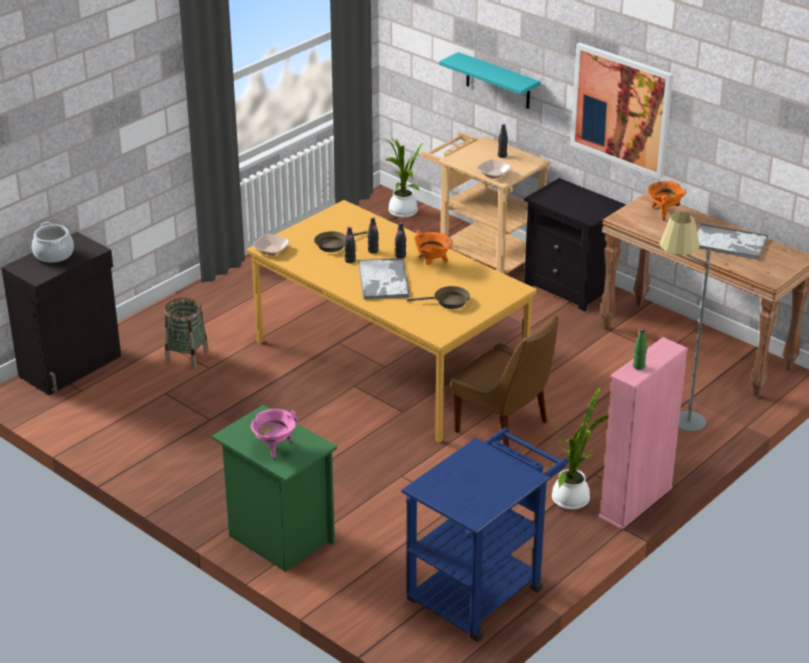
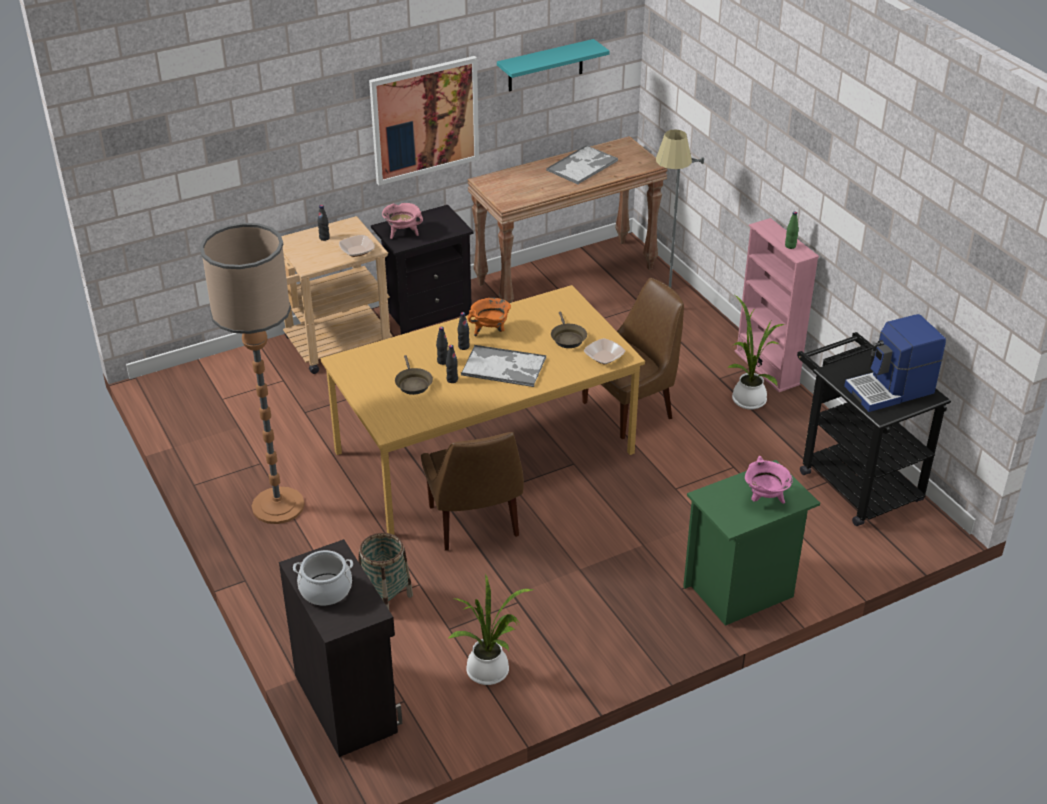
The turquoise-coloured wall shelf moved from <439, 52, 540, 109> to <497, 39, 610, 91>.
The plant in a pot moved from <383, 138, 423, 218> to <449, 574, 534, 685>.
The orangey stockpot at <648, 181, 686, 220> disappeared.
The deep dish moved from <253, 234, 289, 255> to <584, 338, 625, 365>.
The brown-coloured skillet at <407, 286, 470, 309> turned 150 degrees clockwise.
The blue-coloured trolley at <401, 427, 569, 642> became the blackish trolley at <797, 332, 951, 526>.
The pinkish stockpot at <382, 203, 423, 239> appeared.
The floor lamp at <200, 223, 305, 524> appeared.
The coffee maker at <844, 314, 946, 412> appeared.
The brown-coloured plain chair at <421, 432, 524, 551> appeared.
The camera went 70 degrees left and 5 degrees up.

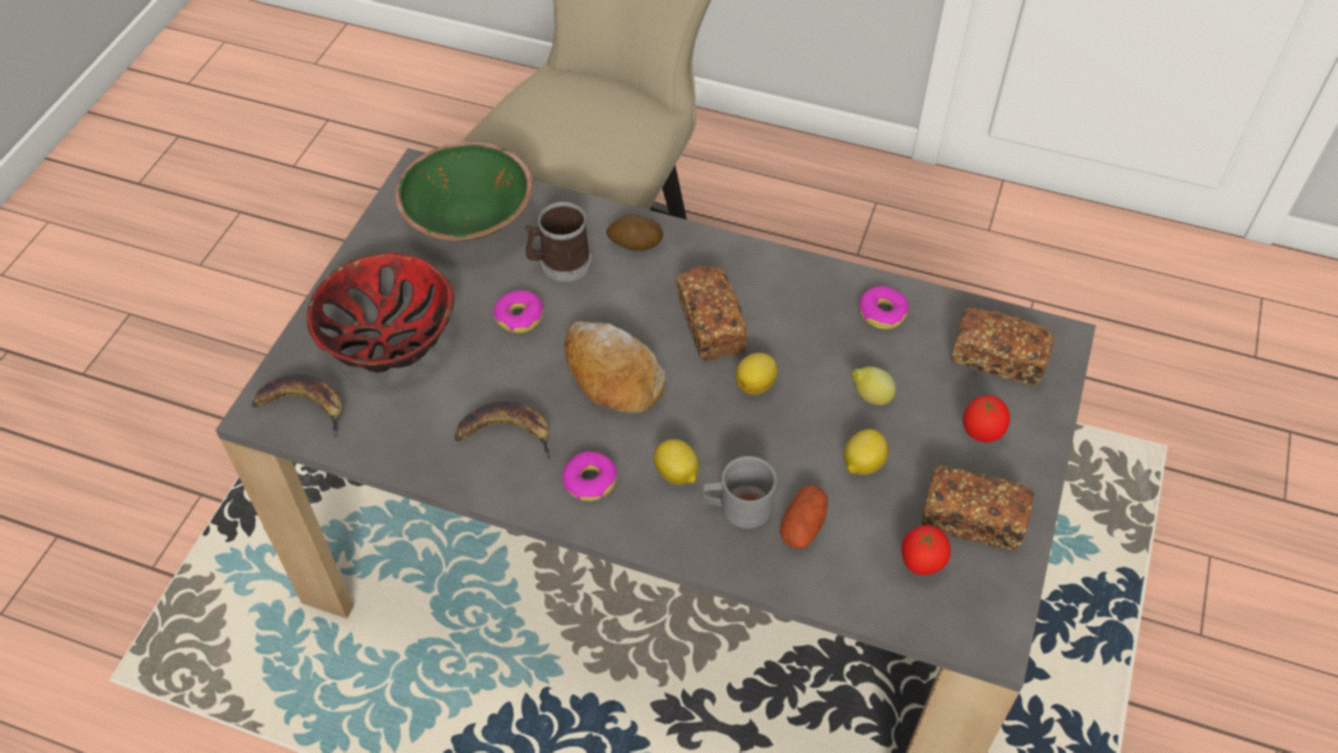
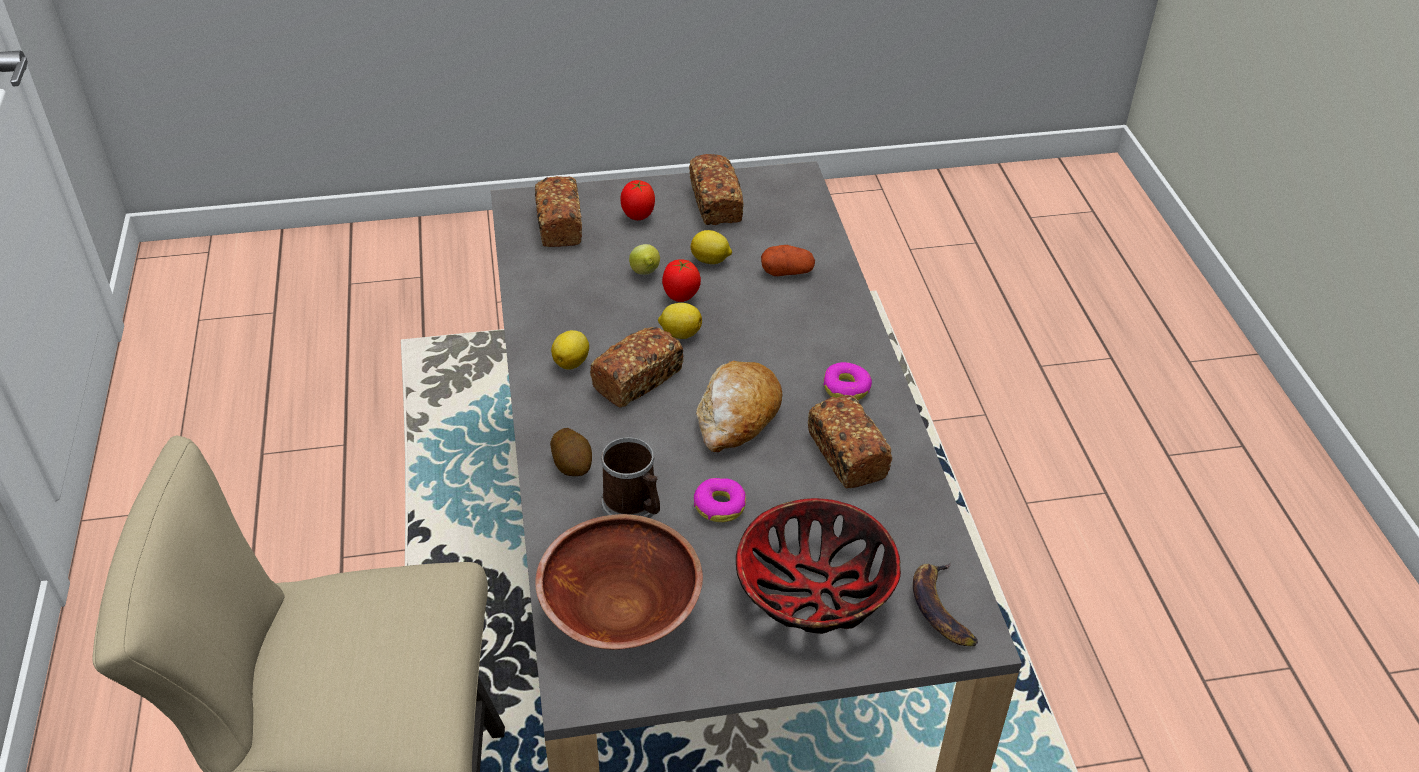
The greenish deep dish at <395, 142, 533, 241> became the brown-coloured deep dish at <535, 514, 703, 650>.
The doughnut at <858, 286, 909, 329> disappeared.
The banana at <454, 401, 550, 459> was replaced by the bread at <808, 395, 892, 489>.
The whole lemon moved from <654, 439, 699, 485> to <551, 330, 589, 370>.
The gray tea mug at <702, 456, 777, 529> disappeared.
The fresh tomato moved from <902, 525, 951, 575> to <662, 259, 701, 302>.
The camera went 120 degrees left and 10 degrees down.

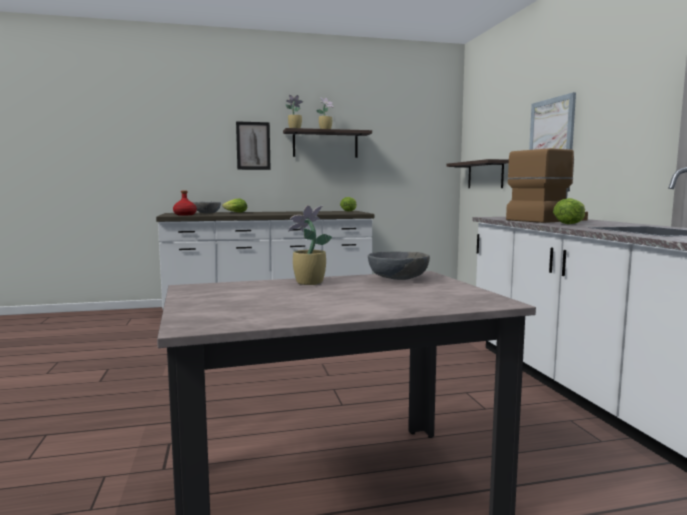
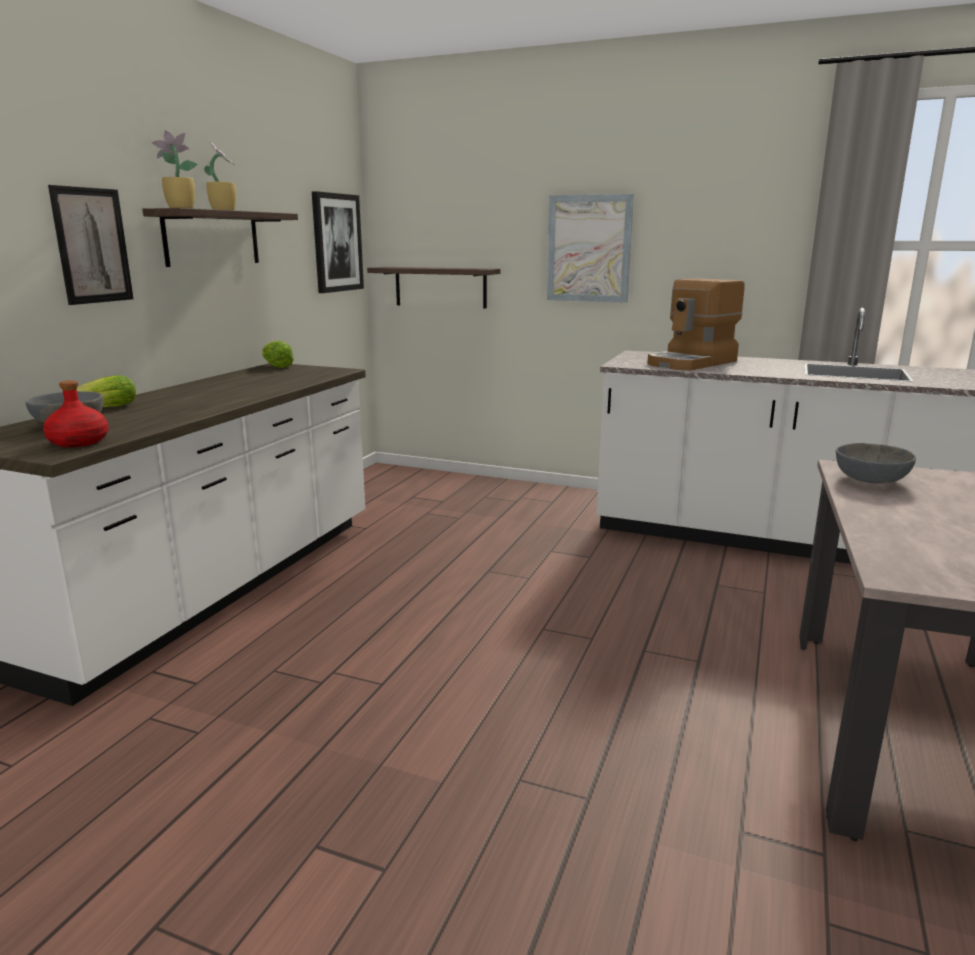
The coffee maker at <506, 148, 588, 223> turned 135 degrees counterclockwise.
The lettuce head at <553, 198, 585, 224> disappeared.
The plant in a pot at <288, 205, 332, 285> disappeared.
The wall art at <312, 191, 364, 293> appeared.
The camera went 55 degrees left and 10 degrees up.

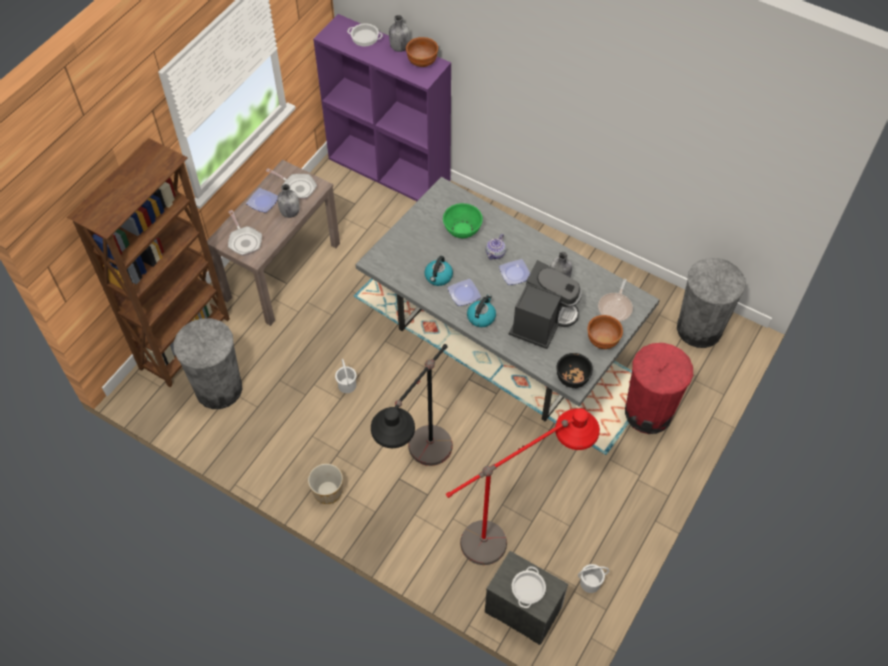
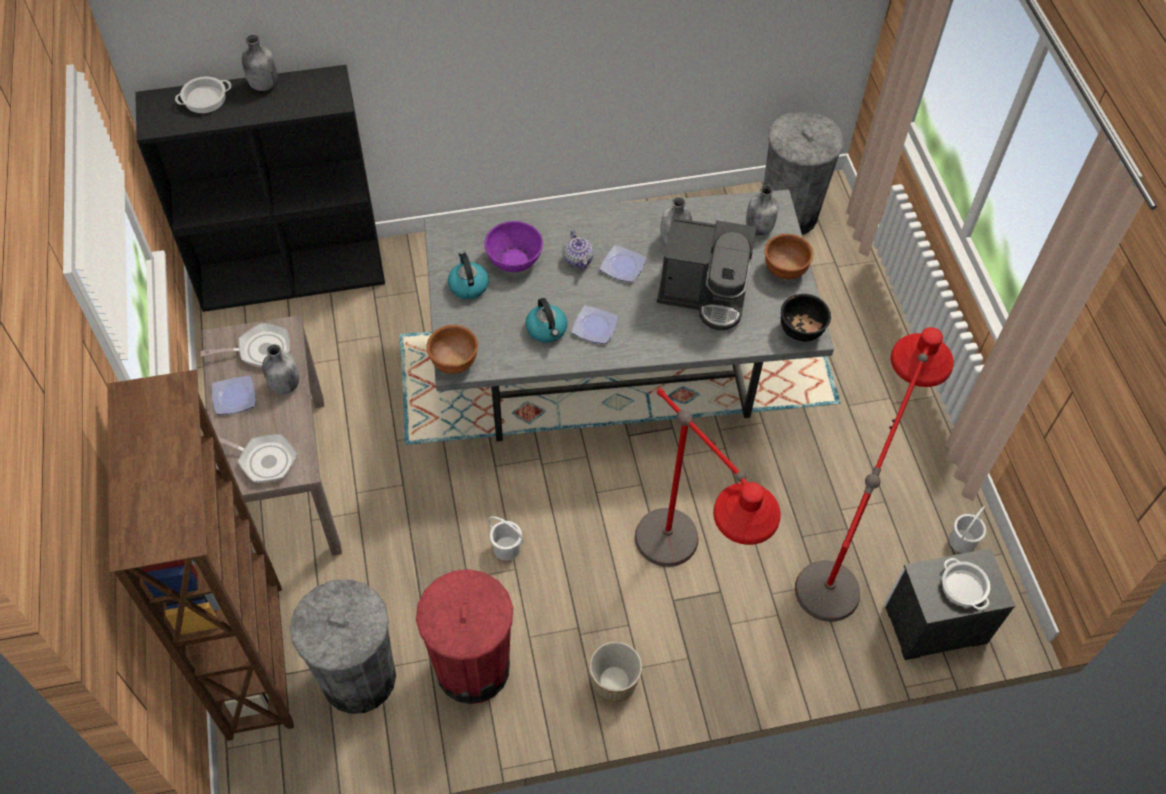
The purple-coloured bookshelf at <313, 14, 451, 201> became the blackish bookshelf at <135, 65, 385, 312>.
The brown-coloured deep dish moved from <406, 37, 438, 67> to <427, 325, 478, 374>.
The greenish deep dish at <443, 203, 483, 238> became the purple-coloured deep dish at <484, 221, 543, 272>.
The coffee maker at <509, 260, 582, 349> turned 120 degrees clockwise.
The skillet at <598, 279, 633, 322> was replaced by the gray drink bottle at <746, 185, 778, 235>.
The tea kettle moved from <467, 294, 496, 327> to <448, 252, 489, 299>.
The red rubbish bin moved from <625, 343, 693, 434> to <416, 569, 513, 704>.
The blackish floor lamp at <371, 344, 453, 466> became the red floor lamp at <635, 388, 781, 567>.
The camera went 45 degrees left and 0 degrees up.

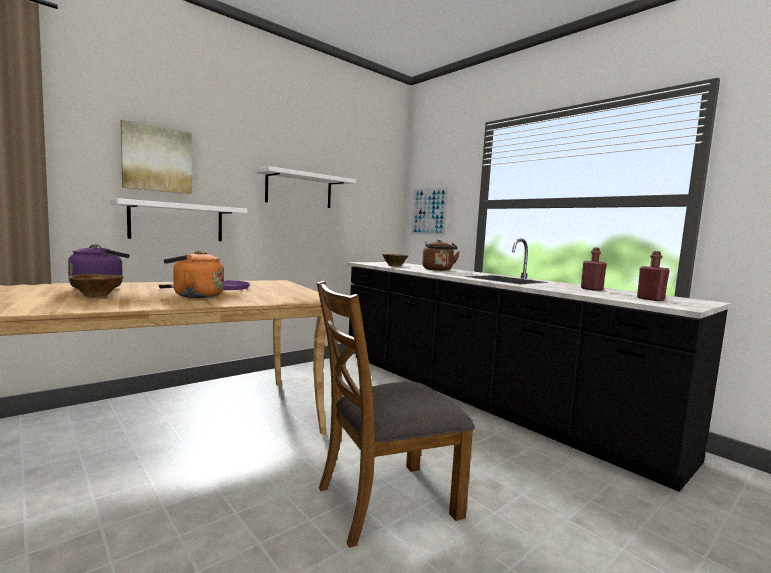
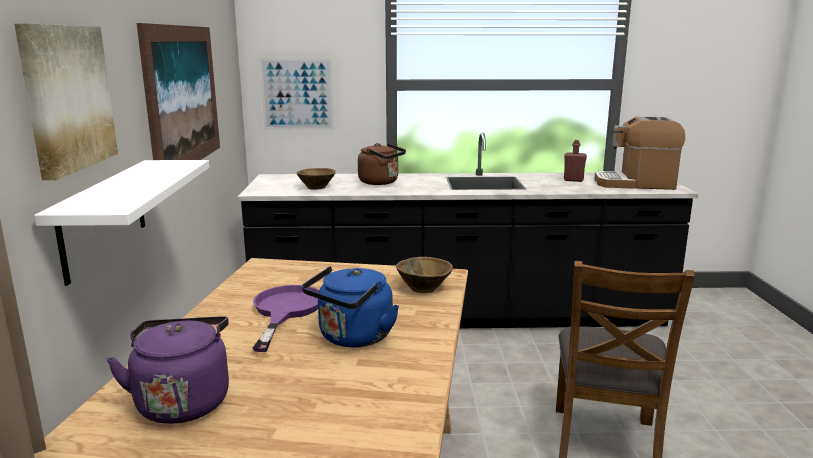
The white wall shelf at <254, 166, 356, 208> was replaced by the wall art at <137, 23, 220, 160>.
The orangey tea kettle at <164, 251, 224, 298> became the blue-coloured tea kettle at <302, 266, 399, 347>.
The red drink bottle at <637, 251, 670, 301> was replaced by the coffee maker at <594, 117, 685, 190>.
The brown-coloured deep dish moved from <69, 274, 124, 297> to <396, 257, 453, 293>.
The camera went 50 degrees left and 10 degrees up.

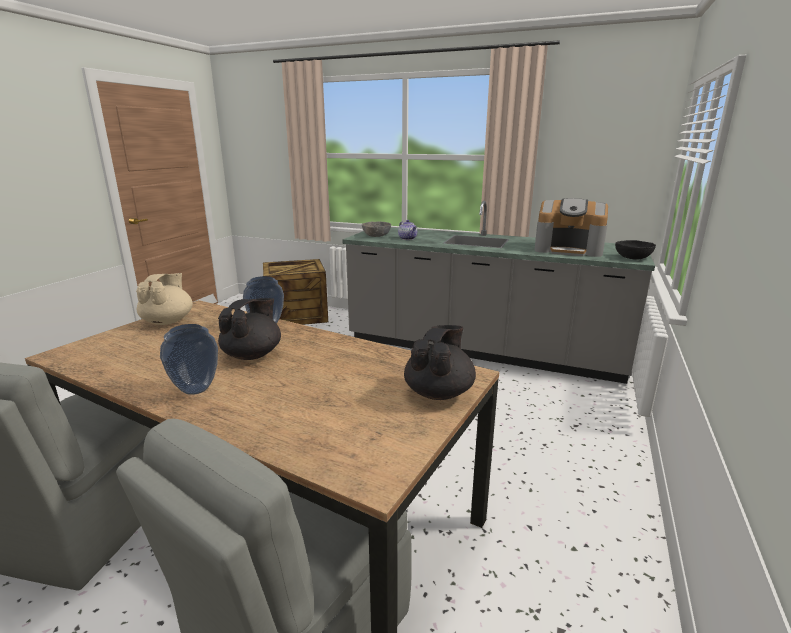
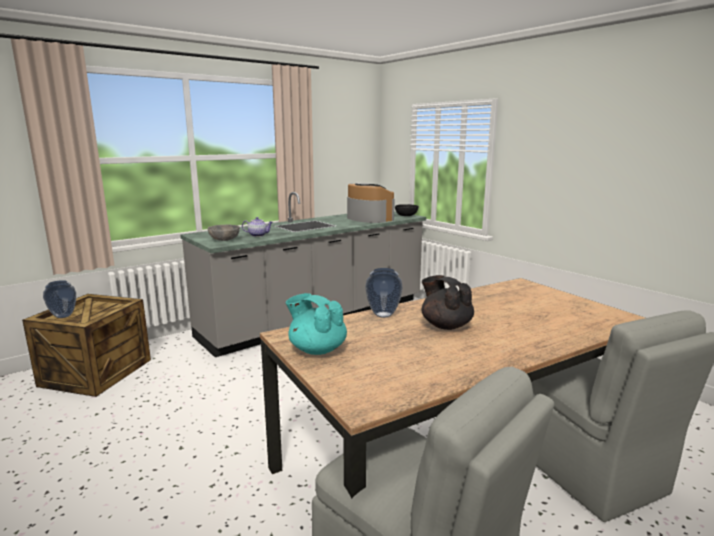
The coffee maker at <534, 198, 608, 257> turned 90 degrees counterclockwise.
The sand-coloured tea pot at <136, 273, 193, 325> became the turquoise-coloured tea pot at <286, 293, 347, 355>.
The vase moved from <160, 324, 218, 395> to <43, 280, 76, 318>.
The blackish tea pot at <404, 325, 476, 400> disappeared.
The camera went 60 degrees left and 5 degrees down.

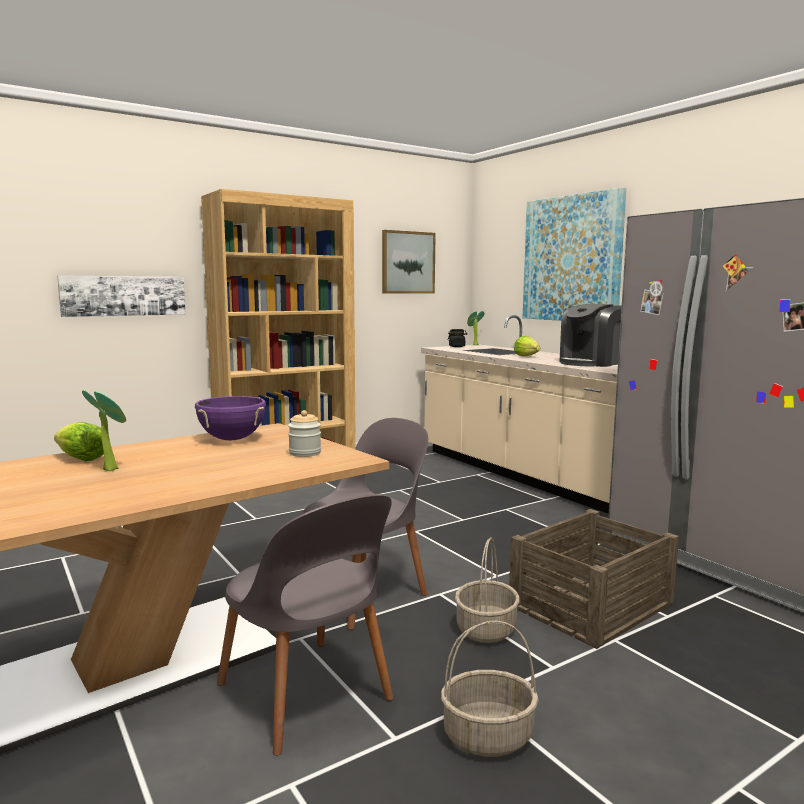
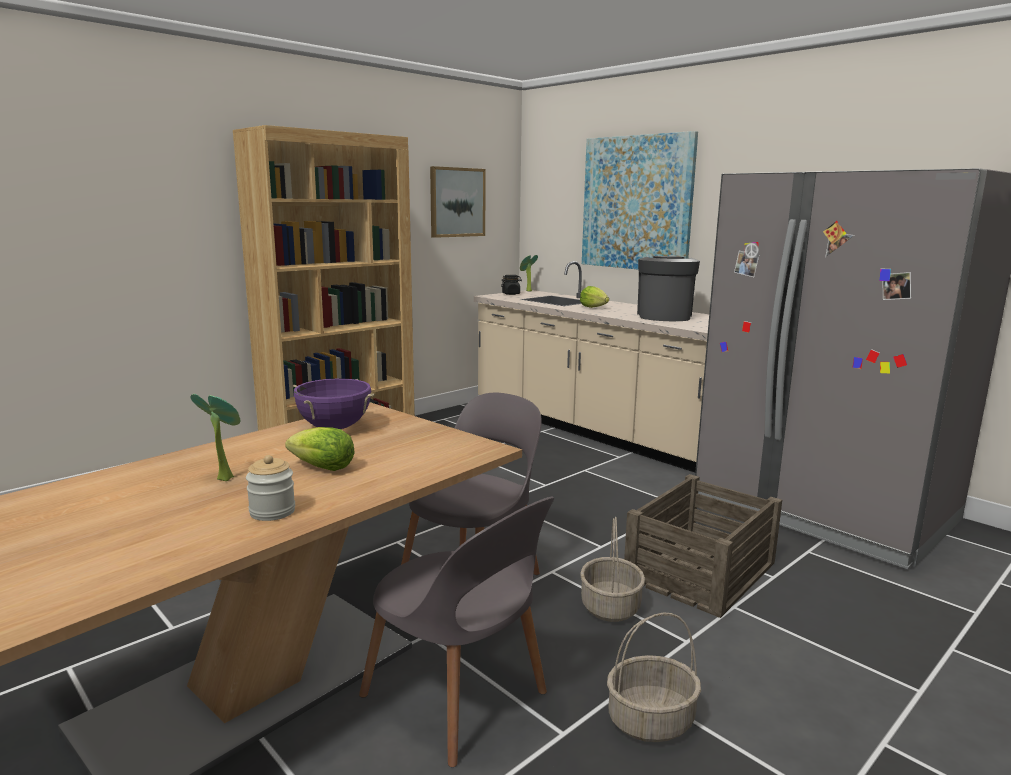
The wall art at <57, 275, 186, 317> disappeared.
The coffee maker at <559, 304, 622, 367> turned 150 degrees clockwise.
The jar moved from <288, 410, 321, 457> to <246, 455, 295, 521>.
The lettuce head moved from <54, 422, 104, 461> to <285, 427, 355, 471>.
The camera went 10 degrees left and 5 degrees up.

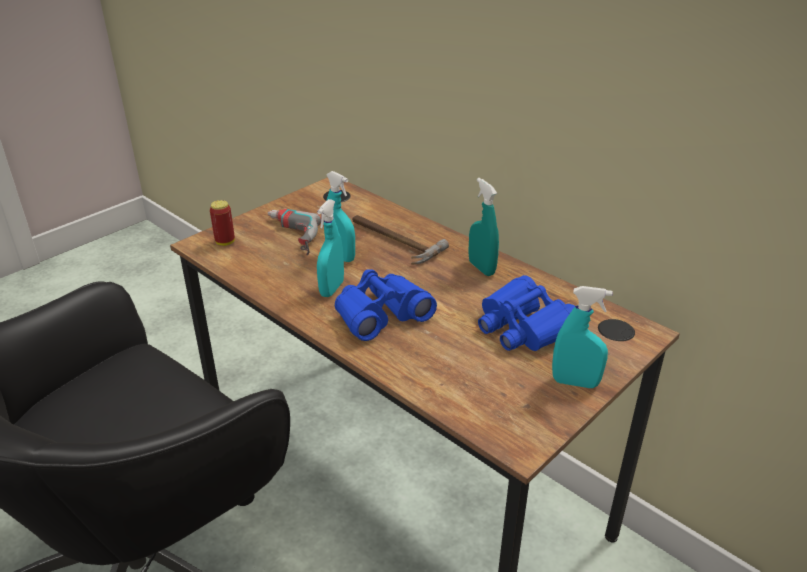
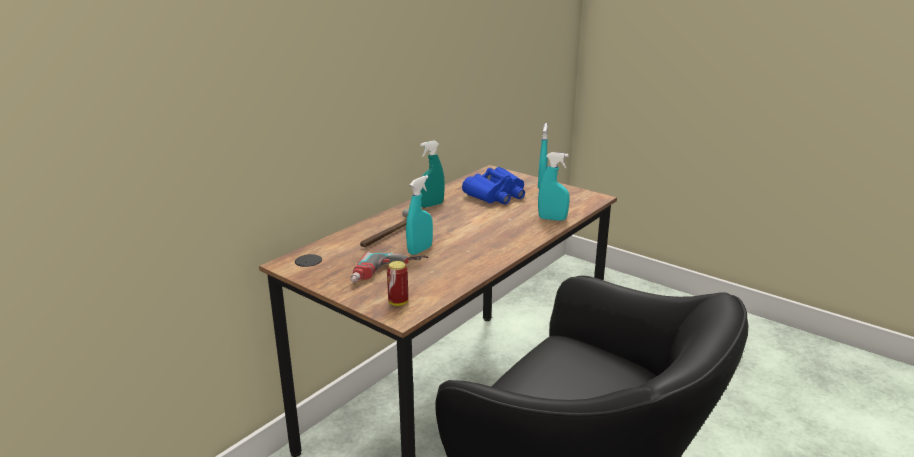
The turquoise-coloured spray bottle moved from <317, 199, 344, 297> to <538, 152, 570, 221>.
The blue-coloured field glasses at <335, 269, 437, 341> disappeared.
The camera went 95 degrees left and 10 degrees down.

